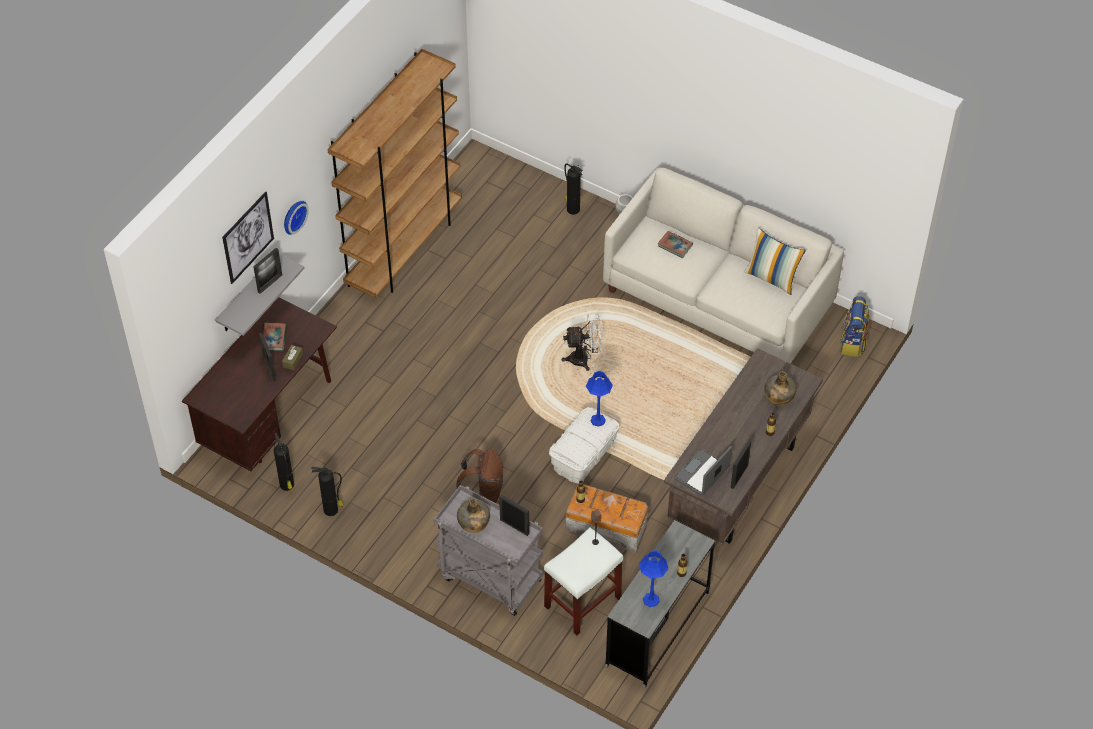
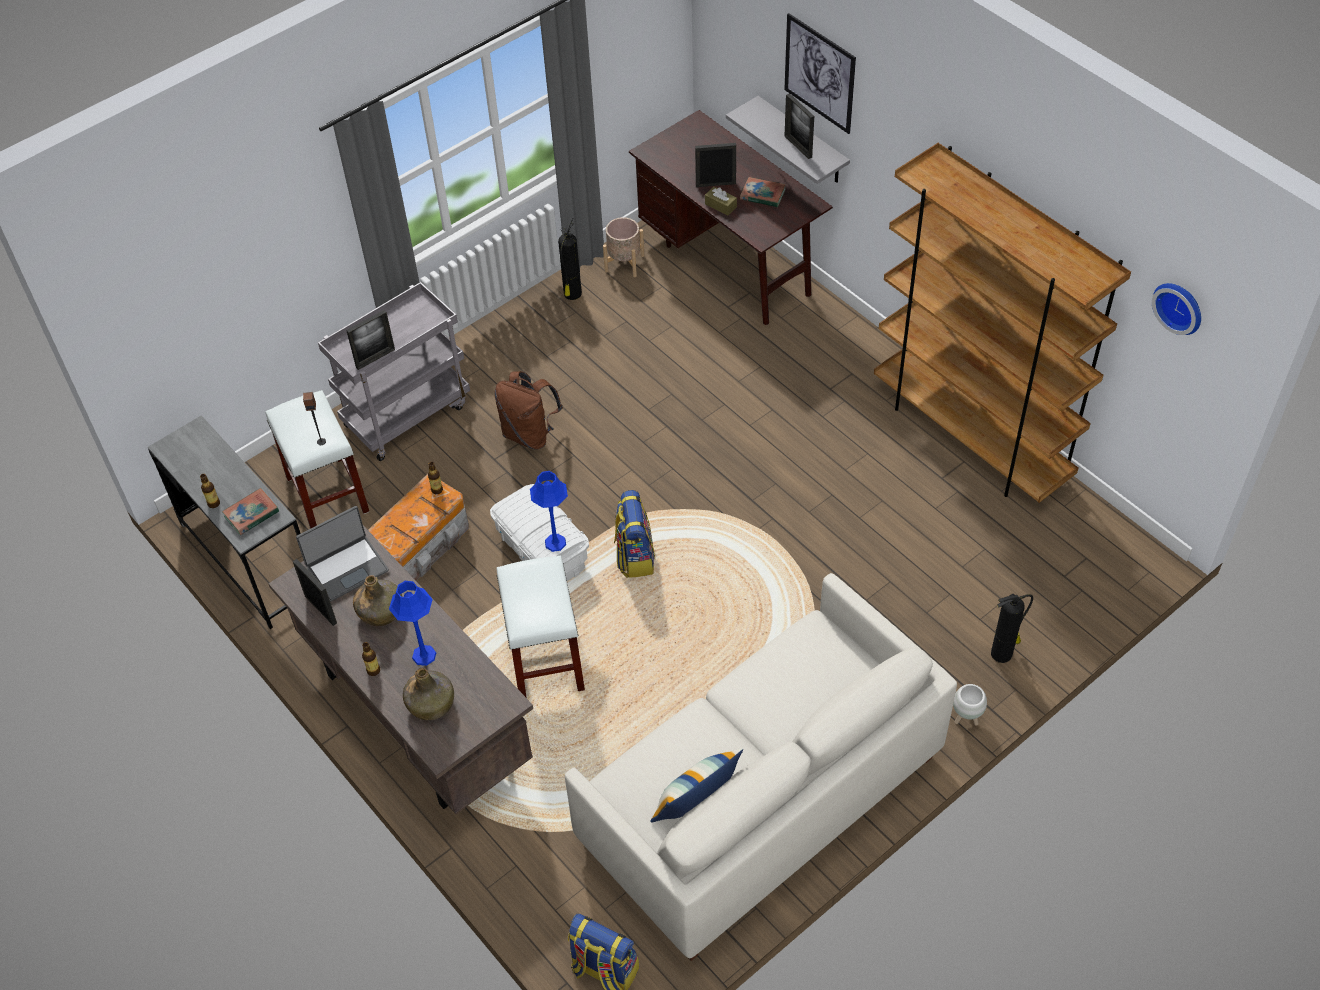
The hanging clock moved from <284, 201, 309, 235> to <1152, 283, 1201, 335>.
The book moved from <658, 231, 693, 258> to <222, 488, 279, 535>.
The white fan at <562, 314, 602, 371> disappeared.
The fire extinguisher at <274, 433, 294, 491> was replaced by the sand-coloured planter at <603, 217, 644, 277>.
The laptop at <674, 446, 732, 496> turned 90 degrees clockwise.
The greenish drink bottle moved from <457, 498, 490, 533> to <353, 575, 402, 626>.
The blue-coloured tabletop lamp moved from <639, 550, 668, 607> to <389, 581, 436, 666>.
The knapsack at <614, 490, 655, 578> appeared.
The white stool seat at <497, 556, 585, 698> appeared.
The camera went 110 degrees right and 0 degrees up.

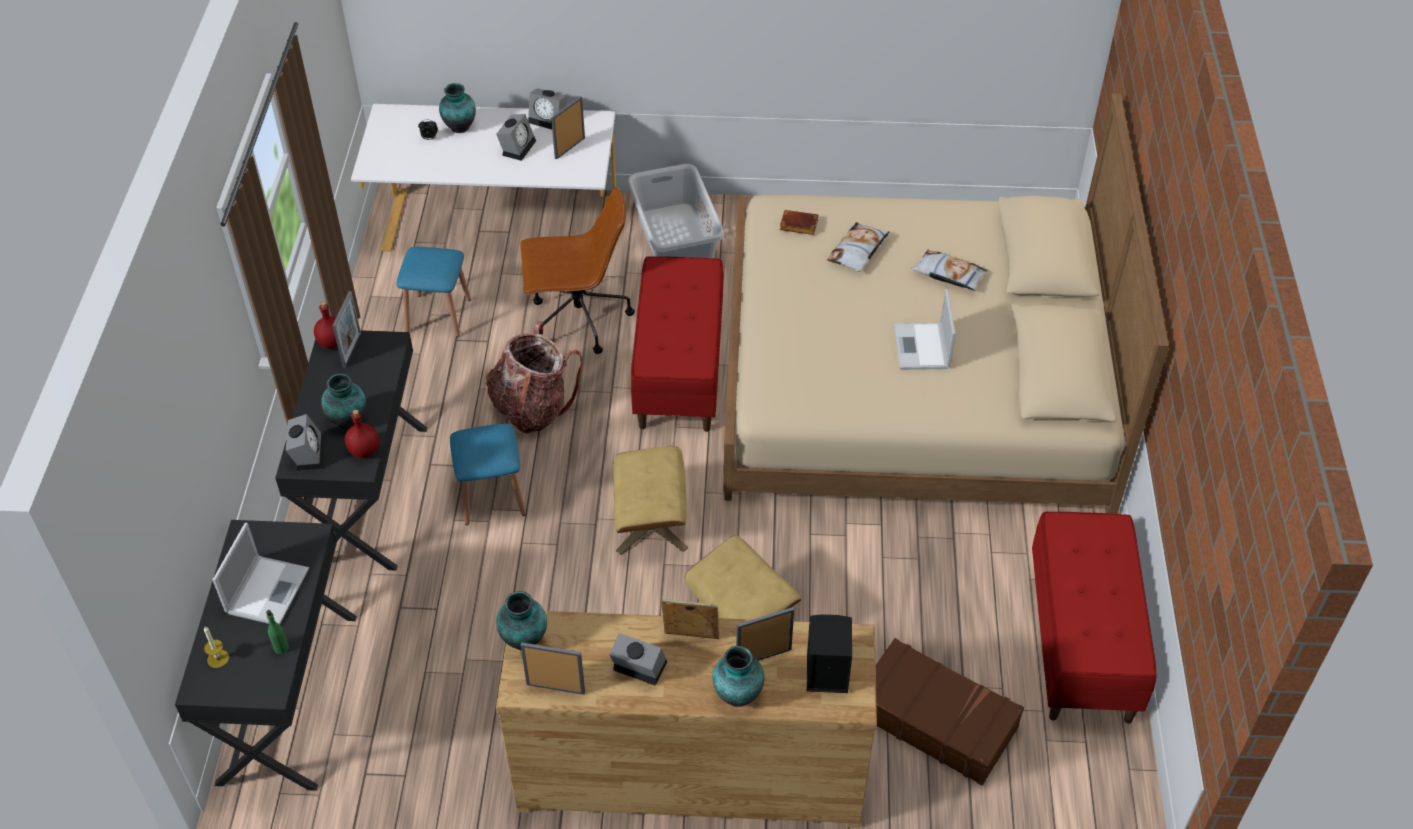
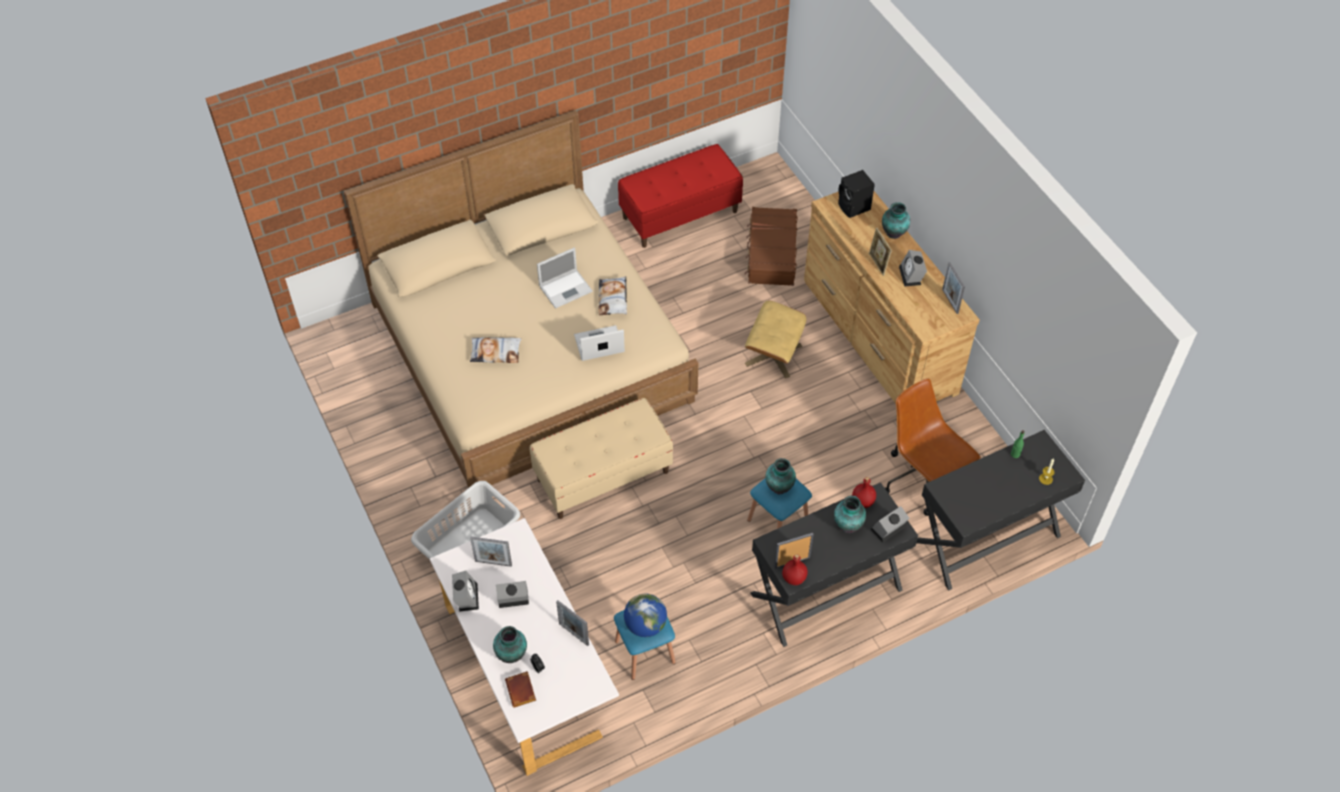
The brown-coloured computer chair moved from <520, 186, 635, 354> to <885, 378, 981, 516>.
The brown-coloured book moved from <780, 210, 819, 235> to <505, 671, 536, 707>.
The pillow moved from <911, 250, 988, 291> to <598, 276, 627, 315>.
The red indoor bench at <631, 256, 724, 432> became the sand-coloured indoor bench at <530, 398, 673, 519>.
The knapsack at <486, 321, 583, 434> disappeared.
The sand-coloured pouffe at <613, 446, 688, 555> disappeared.
The laptop moved from <212, 523, 309, 625> to <574, 325, 625, 361>.
The vase moved from <496, 591, 547, 650> to <765, 458, 796, 494>.
The picture frame moved from <736, 607, 794, 661> to <556, 600, 589, 646>.
The globe at <624, 594, 667, 637> appeared.
The camera went 120 degrees left and 5 degrees up.

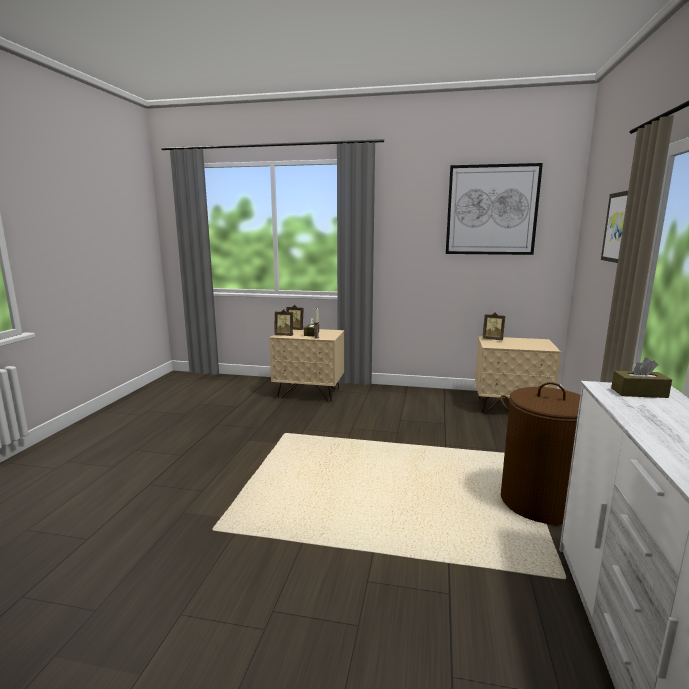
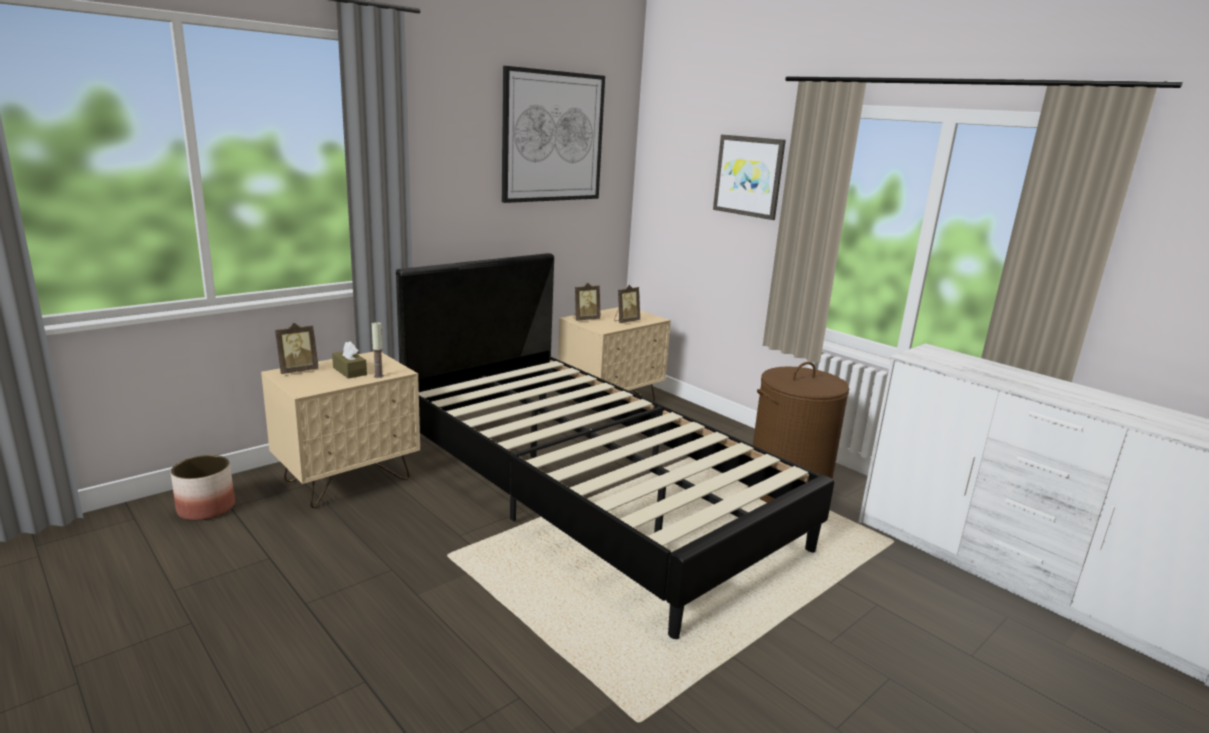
The picture frame moved from <274, 309, 293, 336> to <614, 285, 640, 323>.
The brown-coloured tissue box at <611, 357, 672, 398> disappeared.
The blackish bedroom bed at <396, 253, 834, 639> appeared.
The planter at <171, 455, 235, 521> appeared.
The camera went 55 degrees left and 5 degrees up.

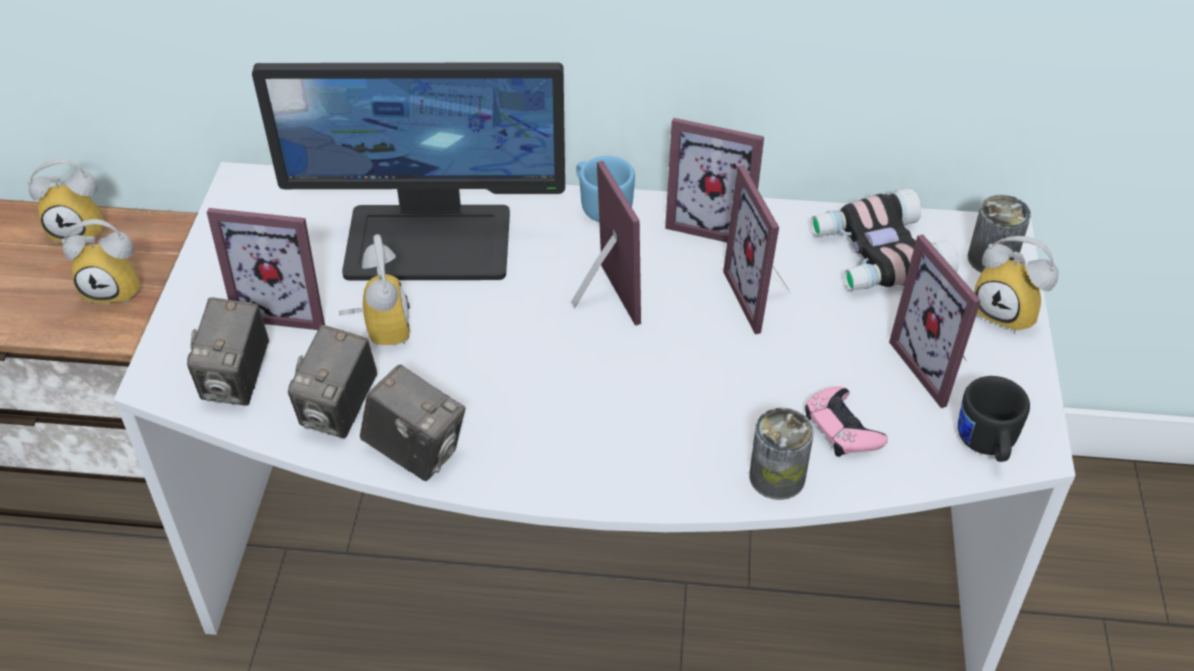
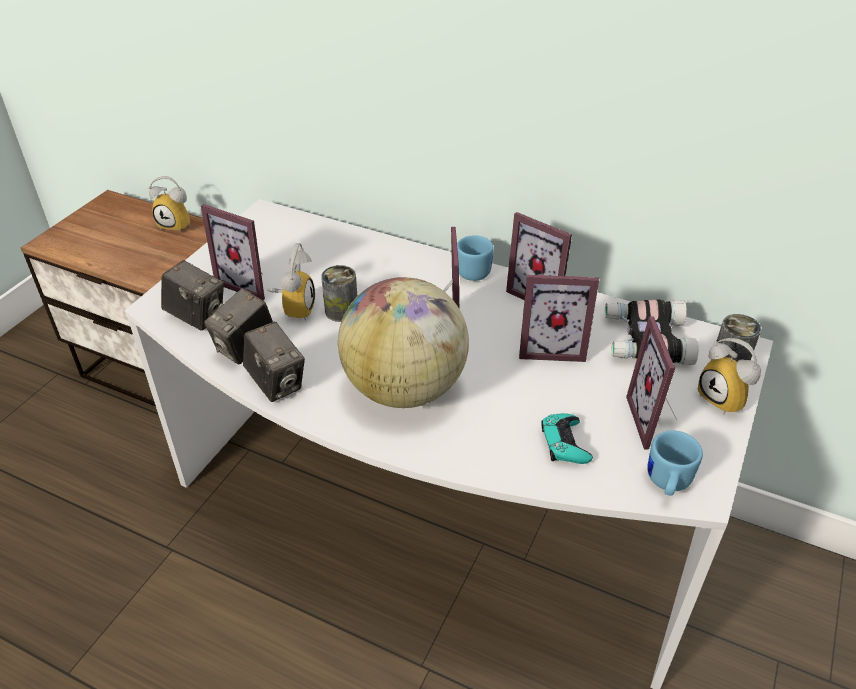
The computer screen at <252, 62, 565, 280> disappeared.
The picture frame at <723, 165, 792, 334> turned 90 degrees counterclockwise.
The table clock at <61, 219, 141, 304> disappeared.
The still camera at <187, 297, 269, 405> turned 90 degrees counterclockwise.
The blackish tea mug at <958, 376, 1030, 462> became the blue-coloured tea mug at <647, 430, 703, 495>.
The pinkish gamepad at <805, 386, 888, 457> became the turquoise-coloured gamepad at <541, 413, 593, 464>.
The sealed can moved from <749, 407, 814, 500> to <321, 265, 357, 322>.
The globe at <338, 277, 469, 408> appeared.
The camera went 20 degrees right and 5 degrees down.

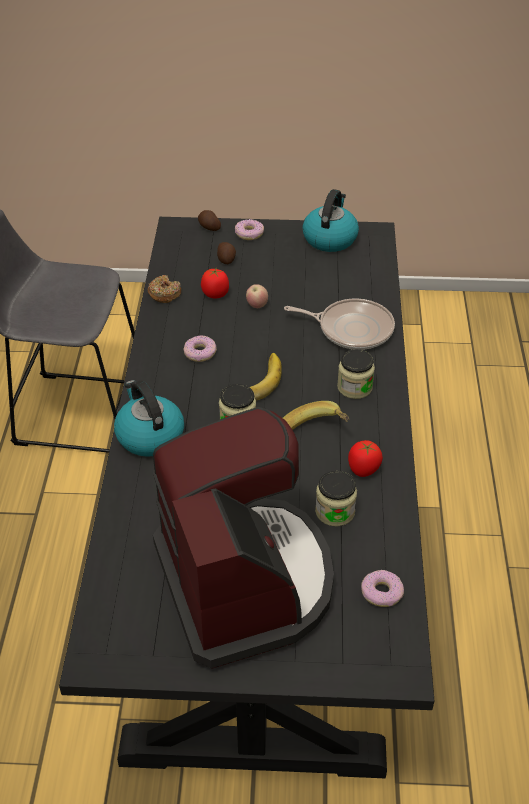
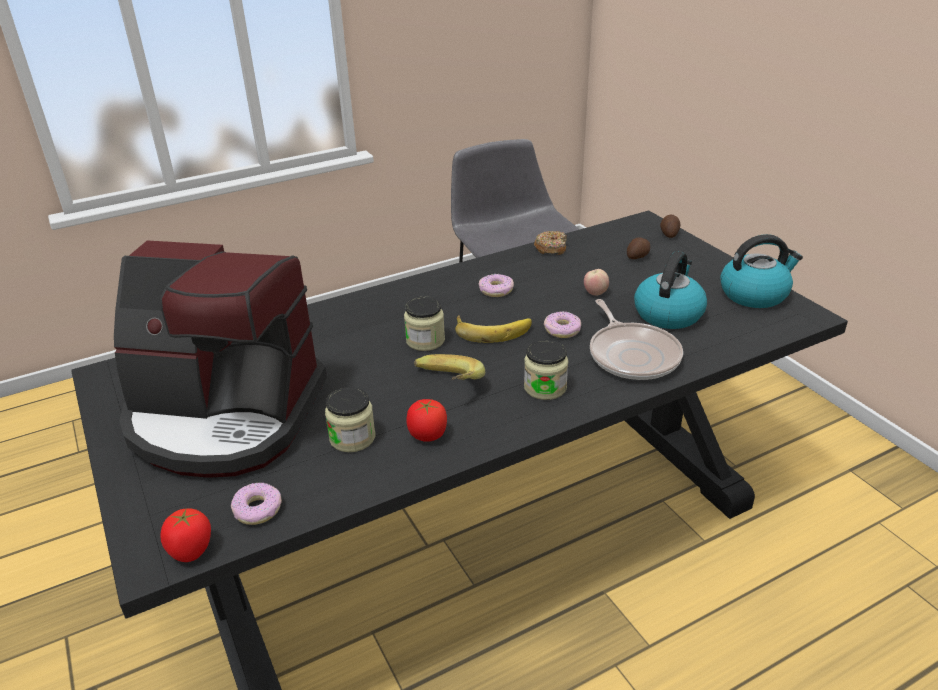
The doughnut moved from <235, 219, 264, 240> to <544, 311, 581, 338>.
The fresh tomato moved from <201, 267, 229, 298> to <160, 509, 211, 562>.
The tea kettle moved from <114, 380, 184, 457> to <634, 251, 707, 329>.
The coffee maker at <153, 407, 334, 669> turned 60 degrees clockwise.
The camera went 60 degrees right and 10 degrees down.

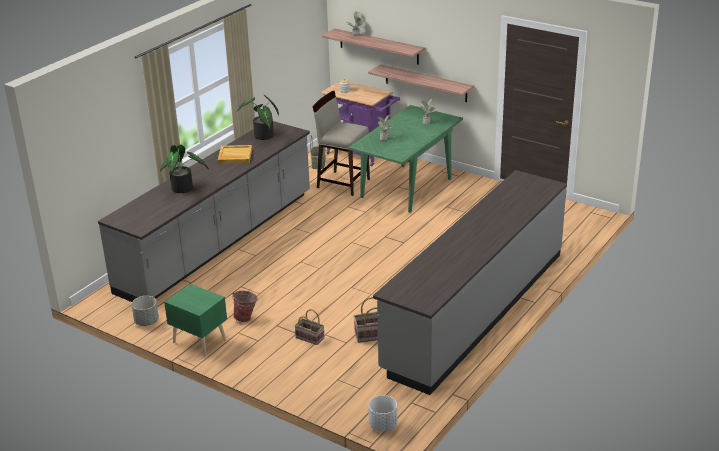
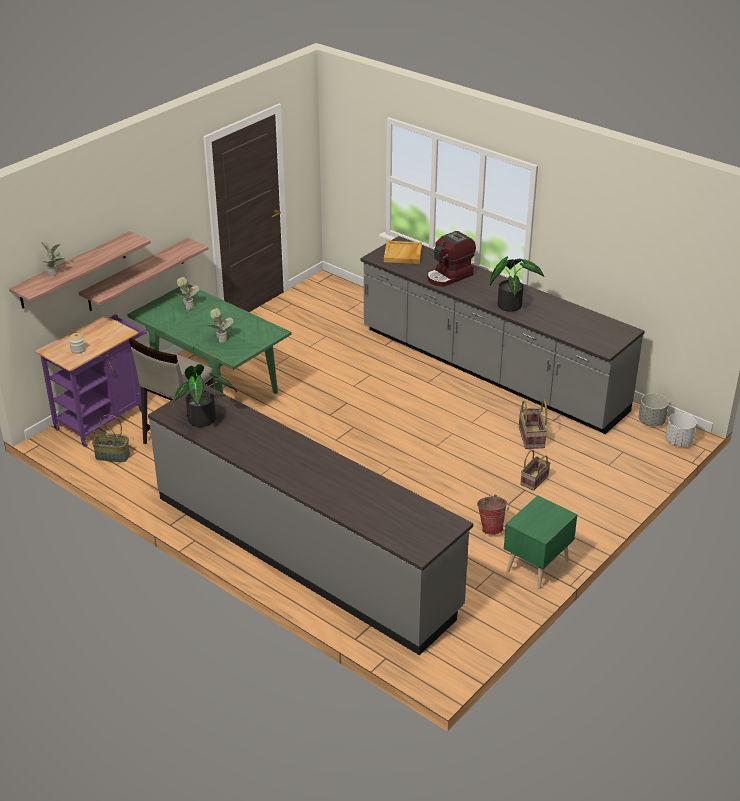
The plant in a pot moved from <160, 144, 209, 193> to <490, 256, 544, 312>.
The sand-coloured carrying tray moved from <218, 145, 252, 164> to <384, 241, 422, 264>.
The gray planter moved from <131, 296, 159, 326> to <639, 393, 669, 426>.
The coffee maker at <427, 231, 476, 286> appeared.
The camera went 85 degrees left and 5 degrees up.

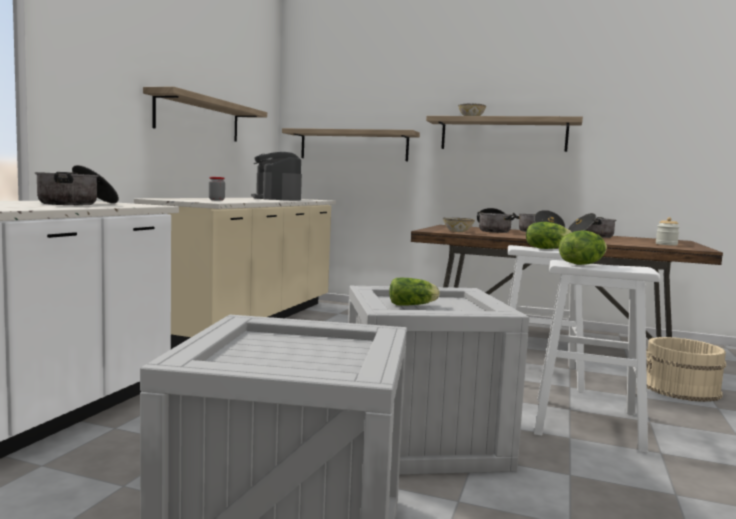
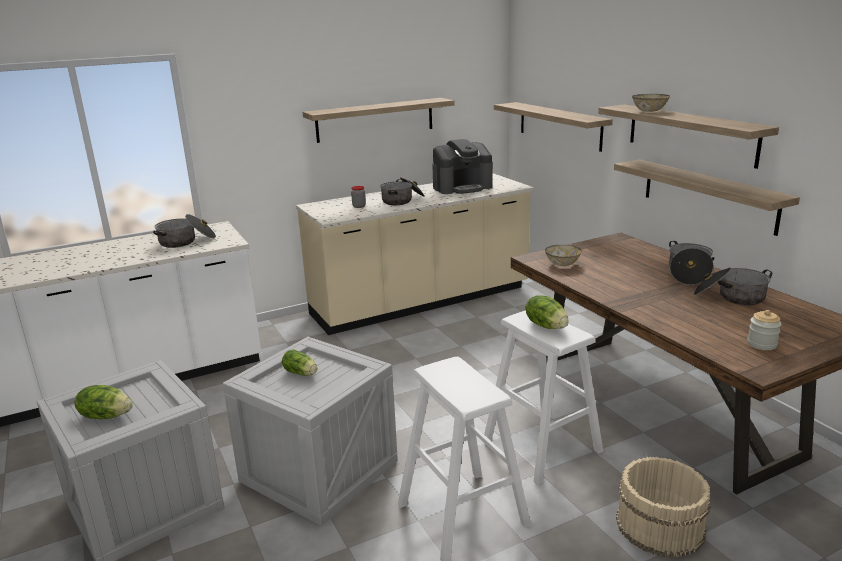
The coffee maker at <251, 152, 302, 201> turned 135 degrees counterclockwise.
The stockpot moved from <477, 208, 515, 233> to <380, 177, 425, 205>.
The lettuce head moved from <559, 230, 607, 265> to <75, 385, 133, 419>.
The wall shelf at <614, 160, 800, 236> appeared.
The camera went 45 degrees right and 15 degrees up.

